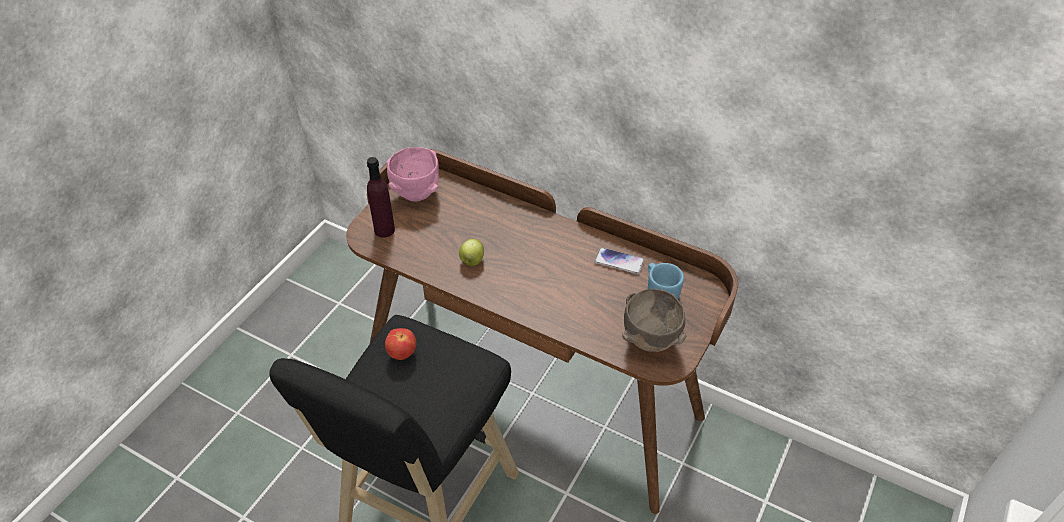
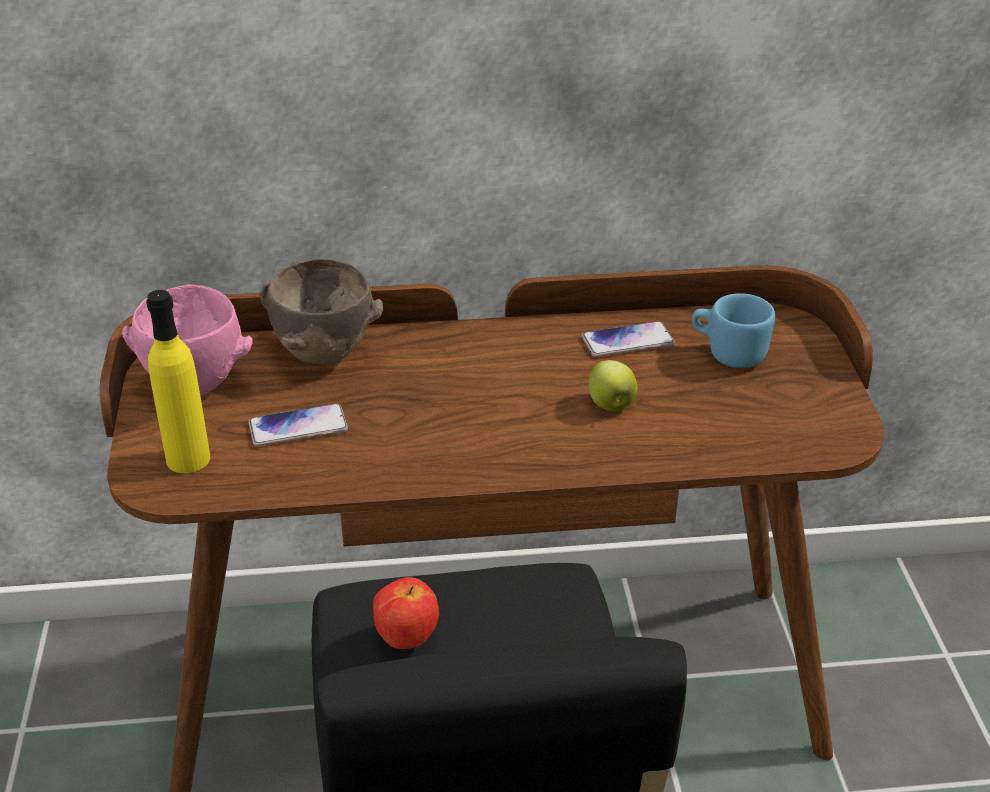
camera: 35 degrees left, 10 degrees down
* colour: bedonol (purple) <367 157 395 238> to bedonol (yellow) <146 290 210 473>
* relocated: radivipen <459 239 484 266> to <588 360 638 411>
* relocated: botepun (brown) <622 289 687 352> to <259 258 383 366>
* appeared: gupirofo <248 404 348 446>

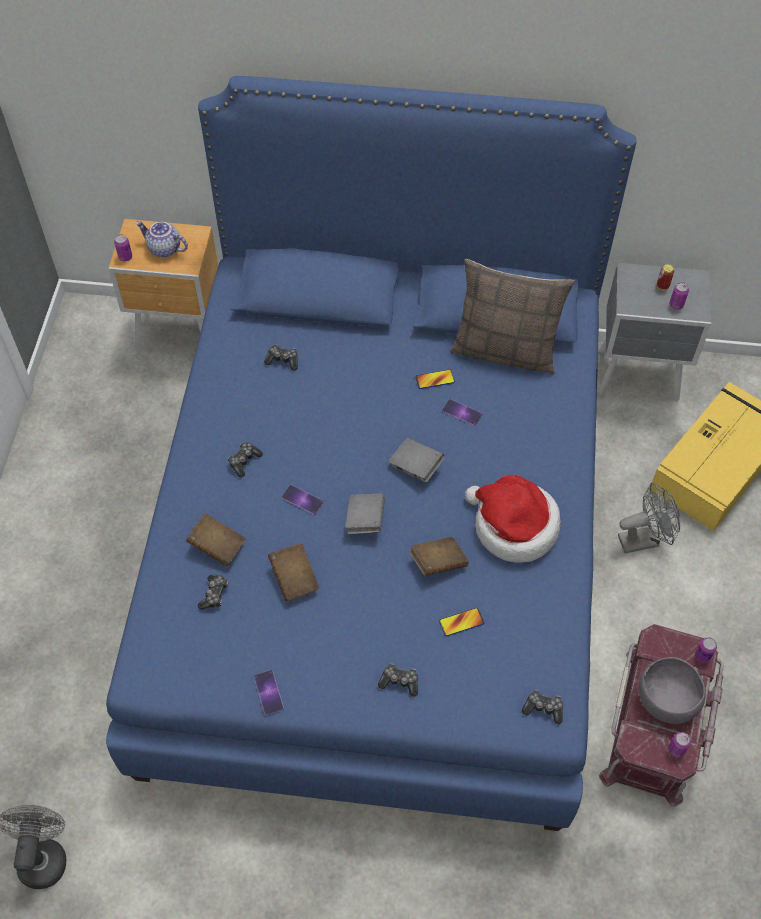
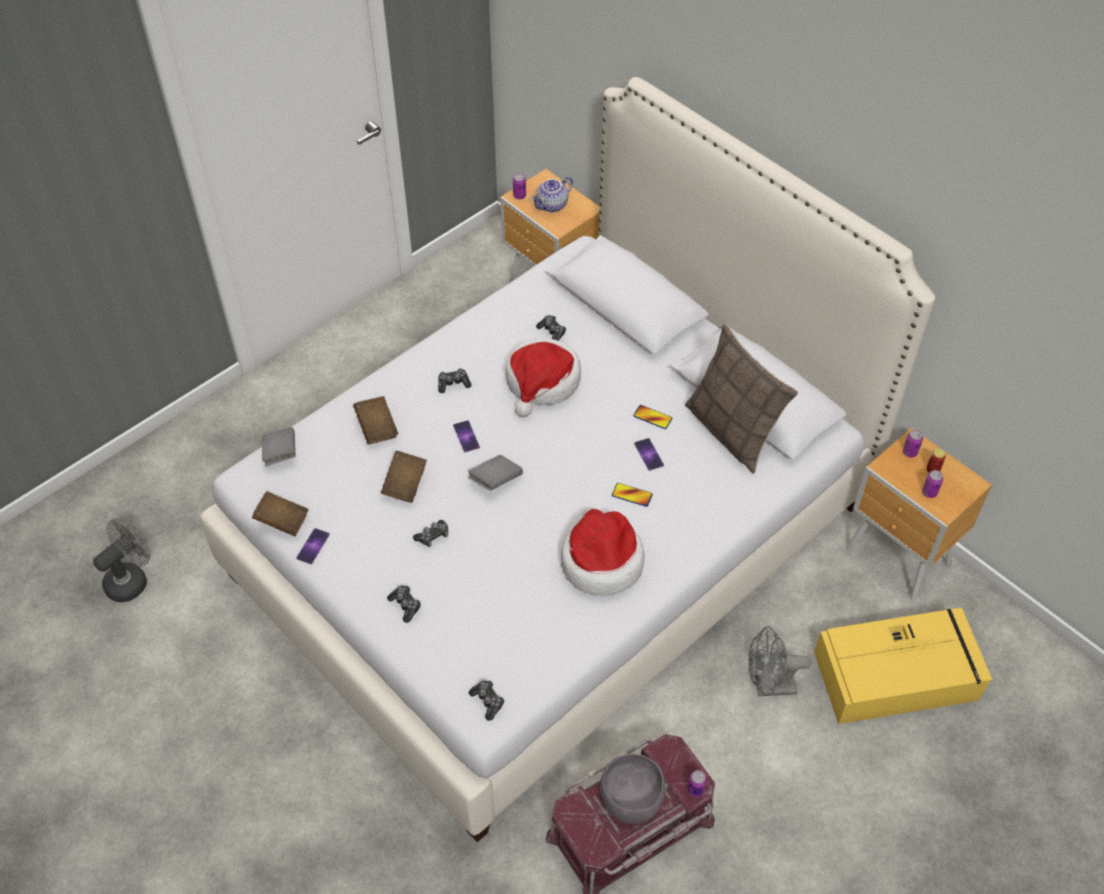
camera: 40 degrees right, 5 degrees down
* colour: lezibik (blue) <106 76 637 831> to lezibik (white) <201 77 935 842>
* spun: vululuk <136 221 188 257> = <531 176 573 212> 105 degrees counterclockwise
* colour: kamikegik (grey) <598 263 711 402> to kamikegik (brown) <846 428 992 601>
* relocated: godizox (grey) <389 438 445 482> to <262 427 296 466>
* spun: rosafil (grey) <618 483 680 553> = <748 627 811 696> 150 degrees clockwise
* relocated: godizox (brown) <410 537 469 576> to <252 491 309 536>
* relocated: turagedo <198 575 228 610> to <413 520 448 547>
* relocated: gupirofo <439 608 484 636> to <612 483 653 507>
* relocated: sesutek <668 732 691 757> to <903 430 923 458>
* appeared: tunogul <506 338 581 417>

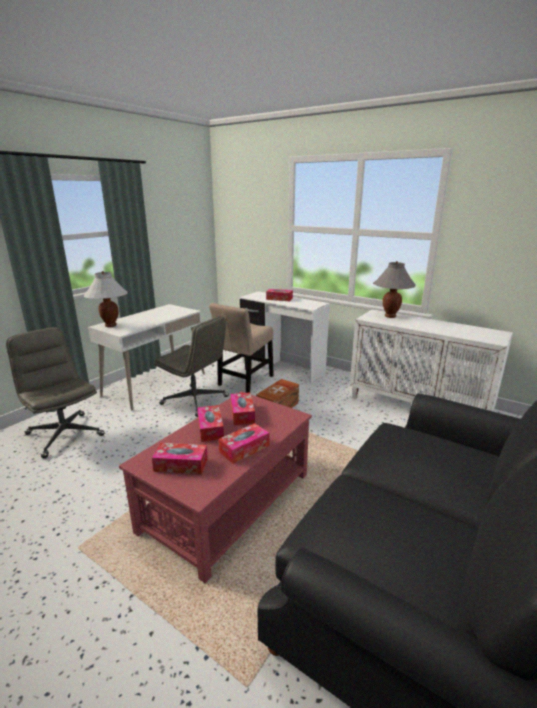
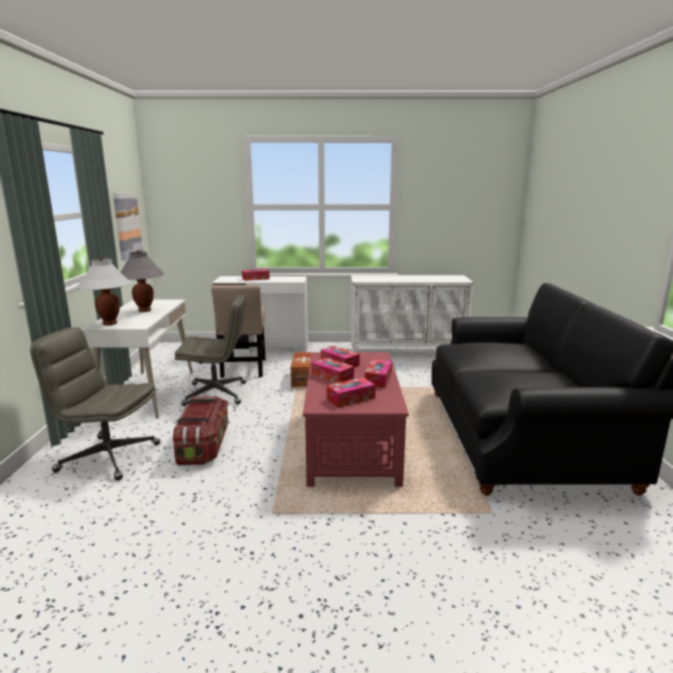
camera: 35 degrees left, 5 degrees down
* relocated: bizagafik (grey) <373 261 416 318> to <120 250 164 312>
* appeared: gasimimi <113 192 143 260>
* appeared: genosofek <173 395 228 465>

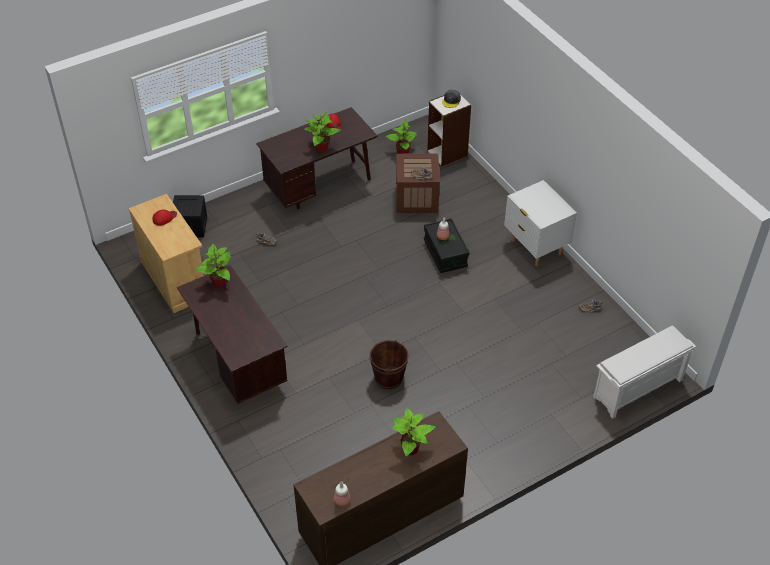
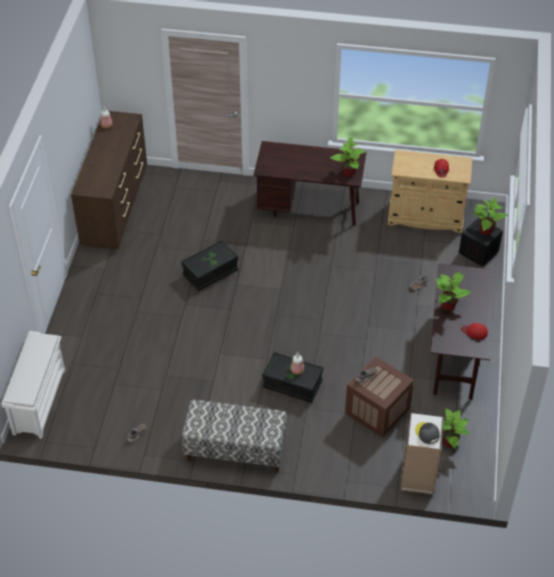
camera: 130 degrees right, 0 degrees up
* exchanged: kamikegik (white) <504 180 577 266> to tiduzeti <182 400 287 473>
* exchanged: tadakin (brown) <370 340 408 389> to genosofek (black) <181 240 238 291>
* relocated: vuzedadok <391 408 436 456> to <472 198 508 235>

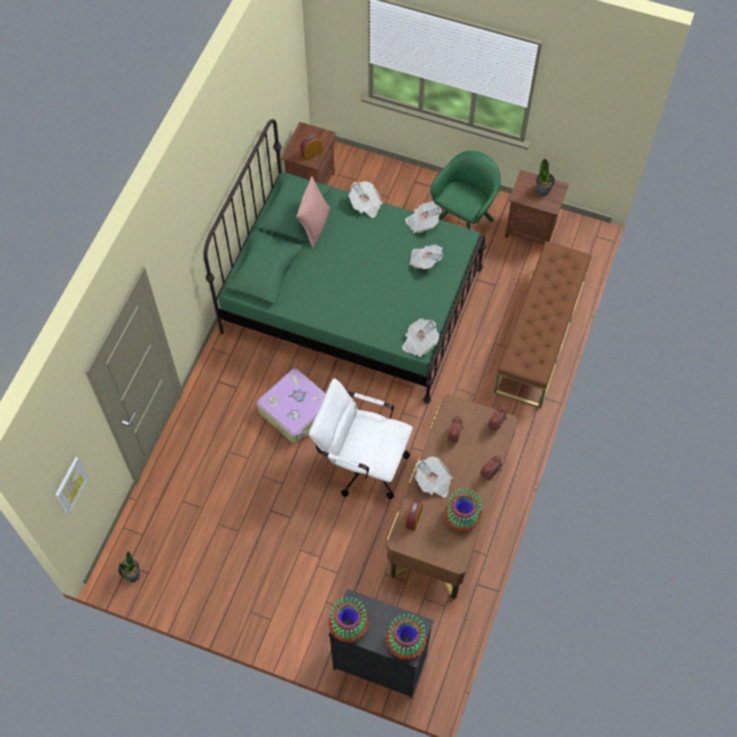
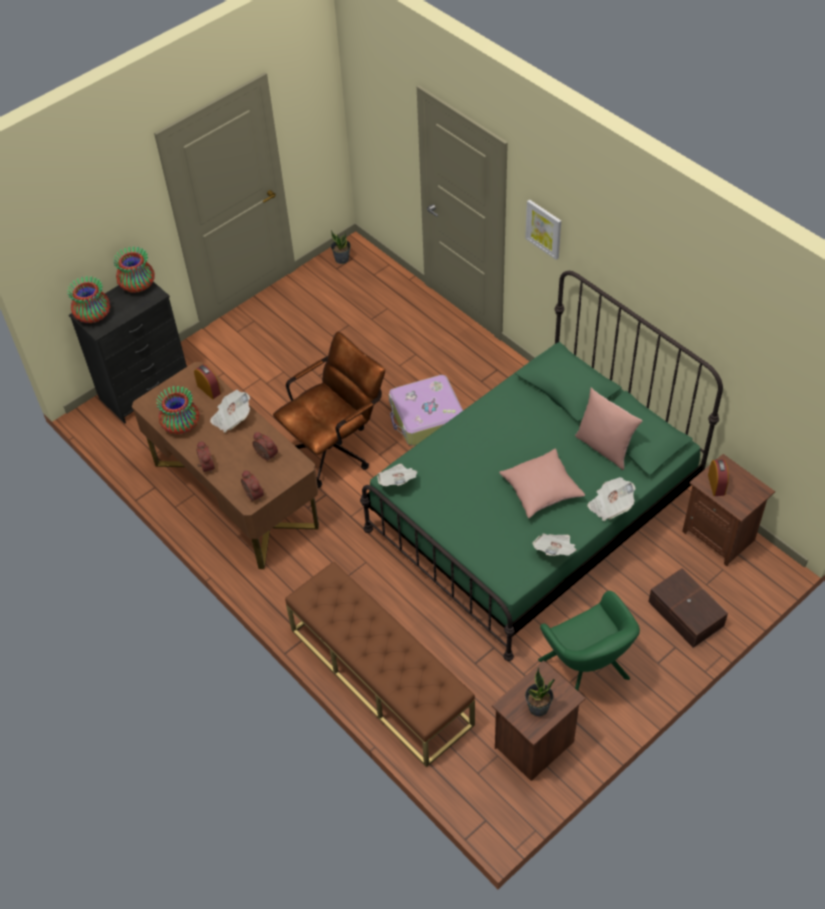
camera: 120 degrees right, 10 degrees down
* missing: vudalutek <409 244 443 269>
* colour: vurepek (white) <309 378 413 499> to vurepek (brown) <273 332 385 488>
* relocated: gasimimi <55 457 89 515> to <525 199 561 260>
* appeared: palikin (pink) <499 449 585 518>
* appeared: genosofek (brown) <648 568 728 648>

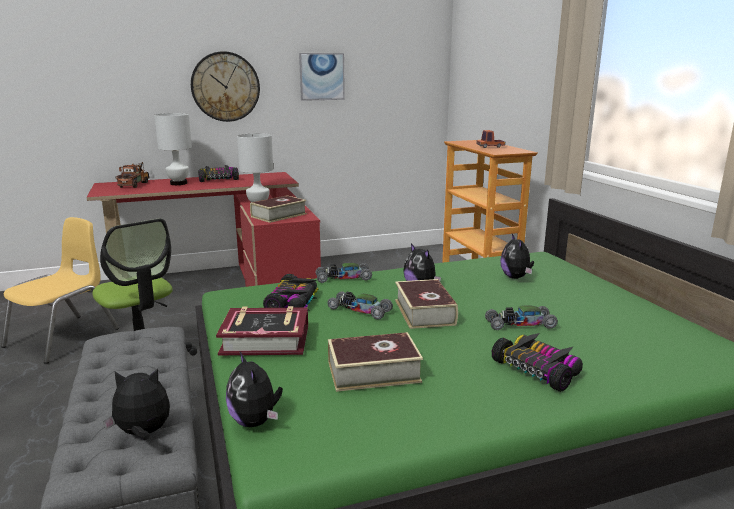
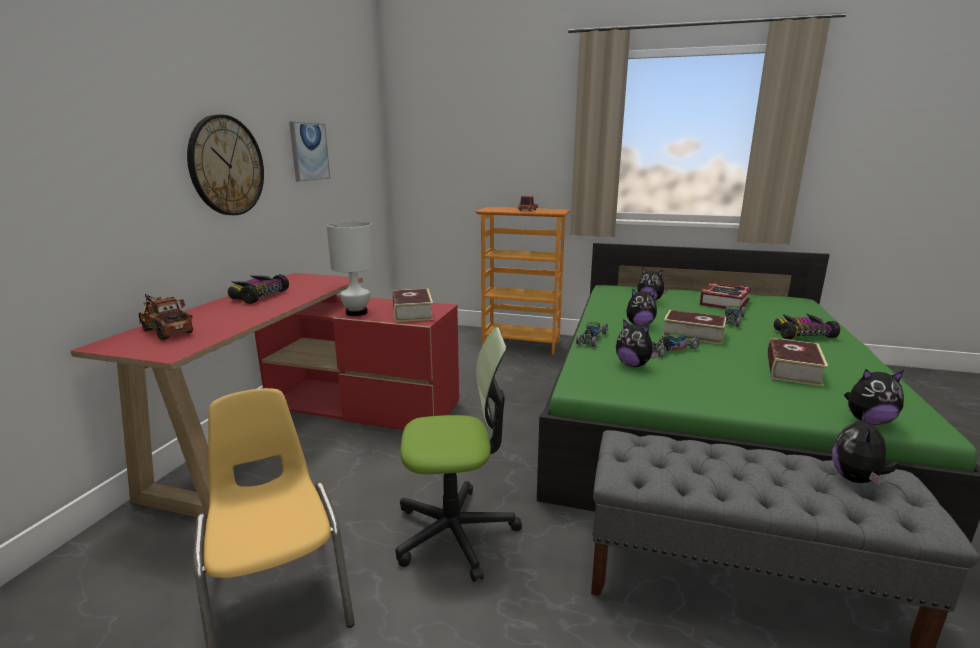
camera: 55 degrees left, 0 degrees up
* missing: bizagafik (white) <154 113 192 185>
* exchanged: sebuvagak <263 274 319 311> to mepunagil <616 319 659 367>
* relocated: godizox <216 306 308 355> to <700 282 752 311>

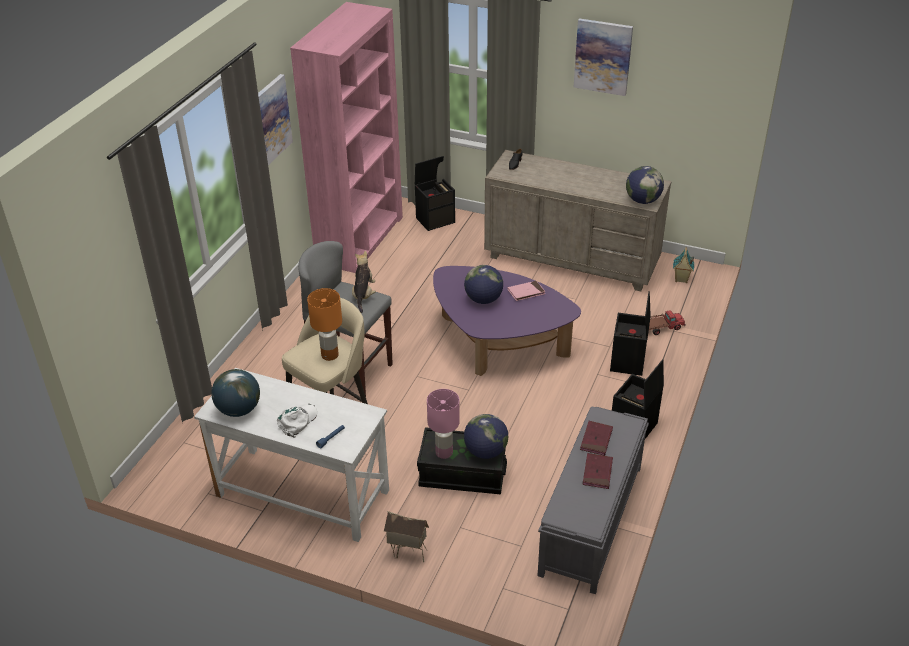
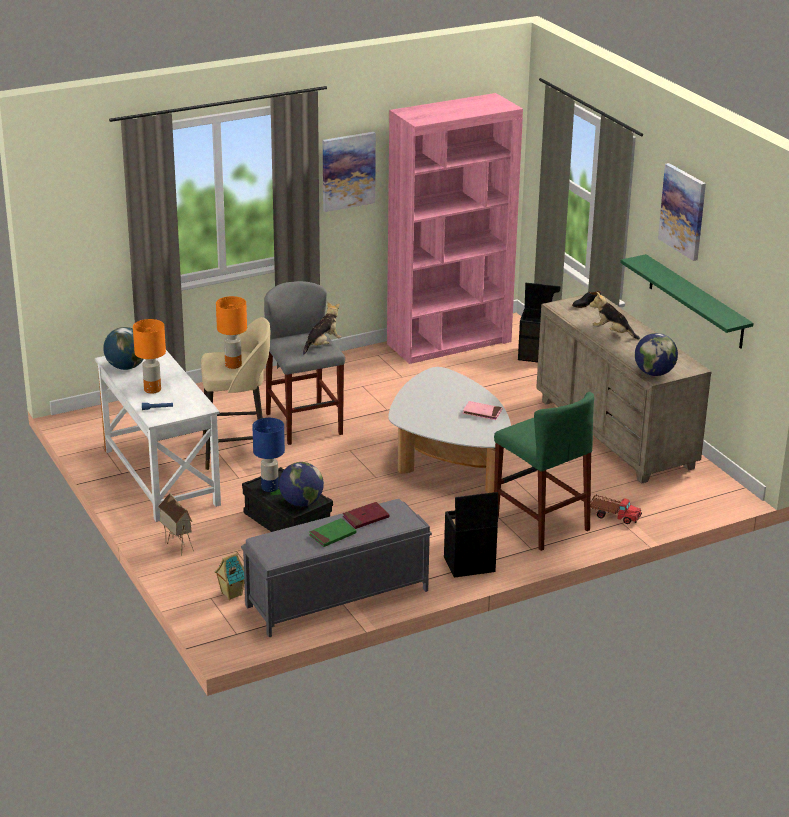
camera: 40 degrees right, 10 degrees down
* relocated: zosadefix <673 247 694 283> to <214 553 244 600>
* missing: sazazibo <464 265 503 304>
* colour: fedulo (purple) <433 266 581 376> to fedulo (white) <388 367 511 493>
* exchanged: genosofek (black) <610 291 651 376> to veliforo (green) <494 392 594 551>
* colour: bizagafik (pink) <427 389 460 459> to bizagafik (blue) <252 418 285 492>
* exchanged: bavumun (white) <277 404 317 438> to bizagafik (orange) <133 319 166 394>
* colour: godizox (red) <582 453 613 489> to godizox (green) <309 518 356 547>
* appeared: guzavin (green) <620 254 754 349>
* appeared: mepunagil <590 291 640 340>

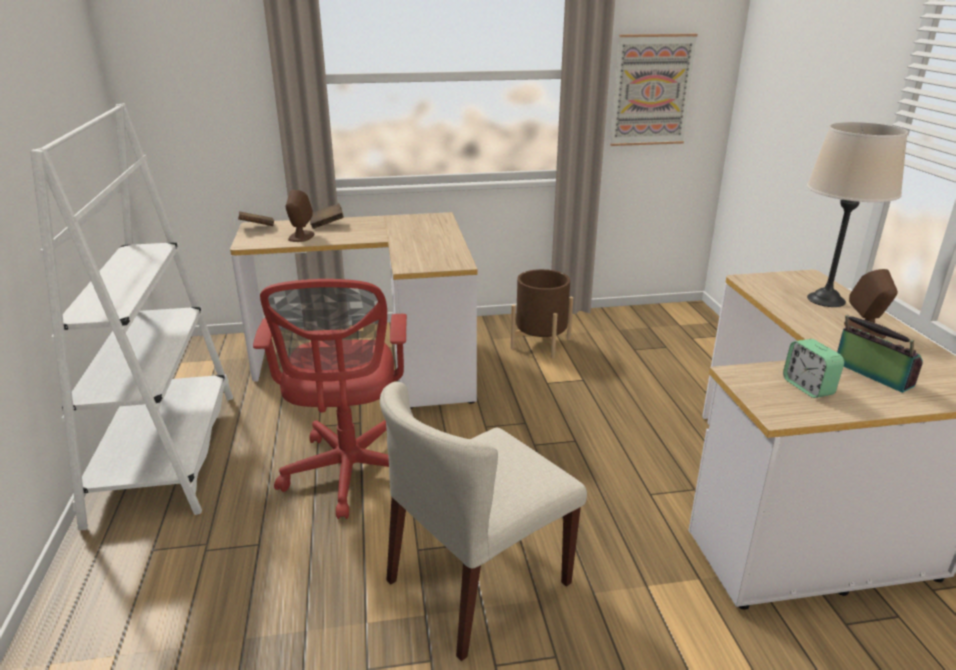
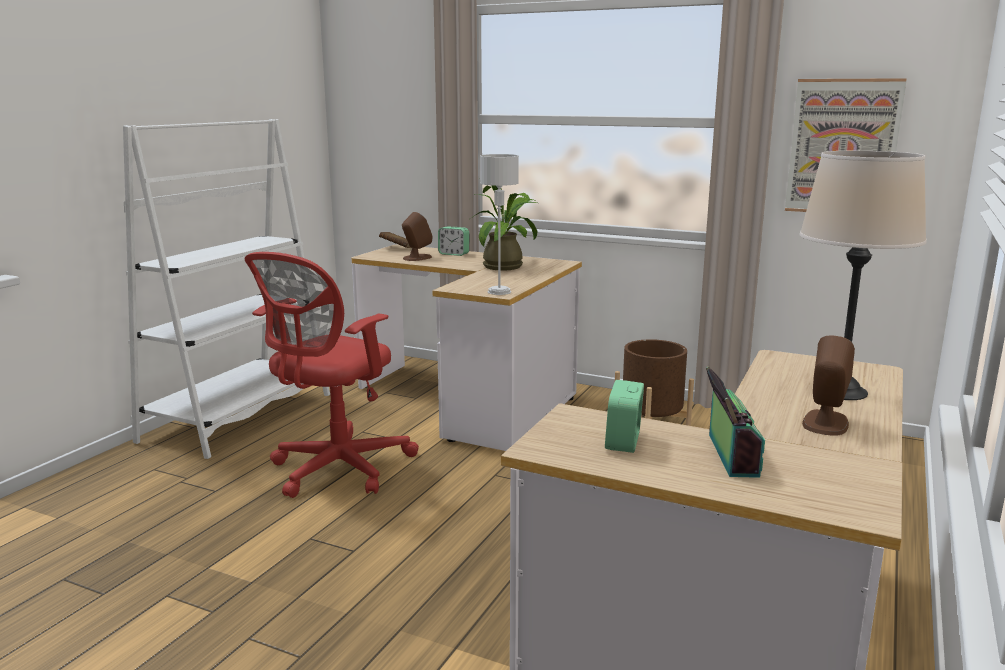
camera: 35 degrees right, 10 degrees down
* exchanged: godizox (brown) <310 203 344 229> to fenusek <438 226 469 256>
* missing: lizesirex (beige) <380 382 587 661>
* appeared: bizagafik (grey) <480 154 519 295>
* appeared: vuzedadok <470 185 537 271>

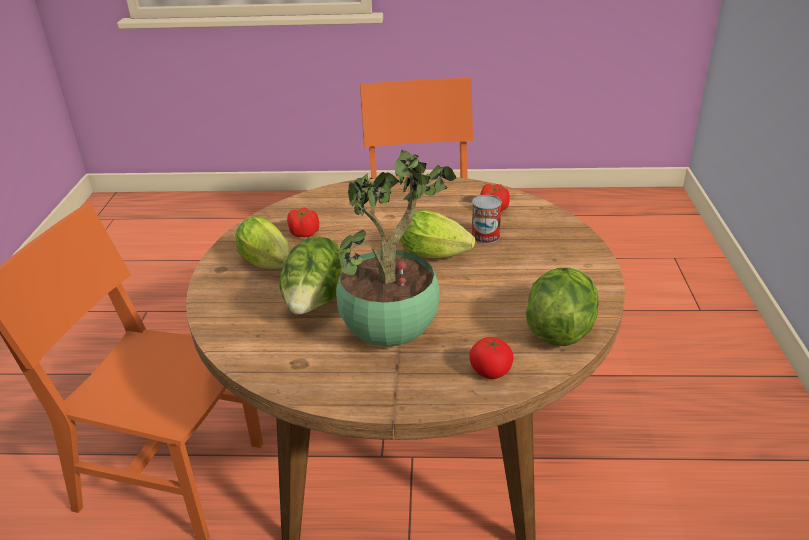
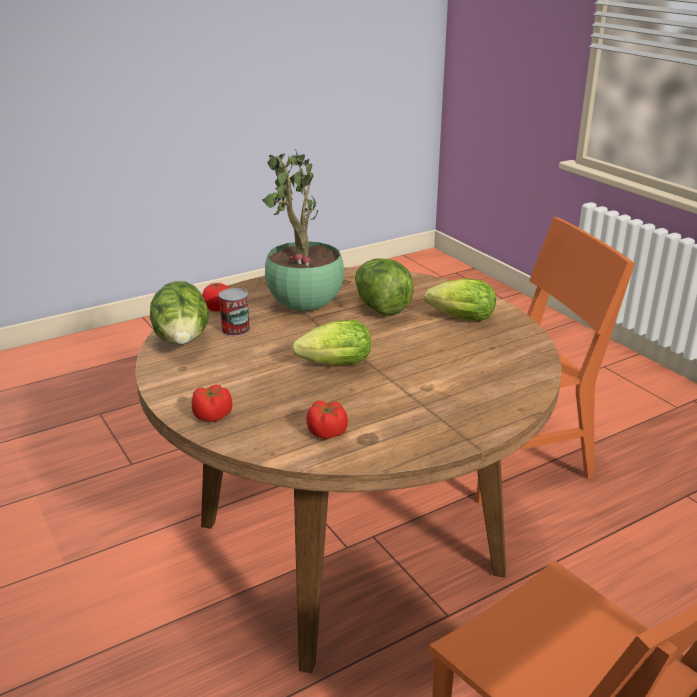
camera: 145 degrees right, 5 degrees down
* relocated: sesutek <472 195 502 244> to <219 288 250 336>
* relocated: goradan <287 207 319 237> to <192 385 232 422>

